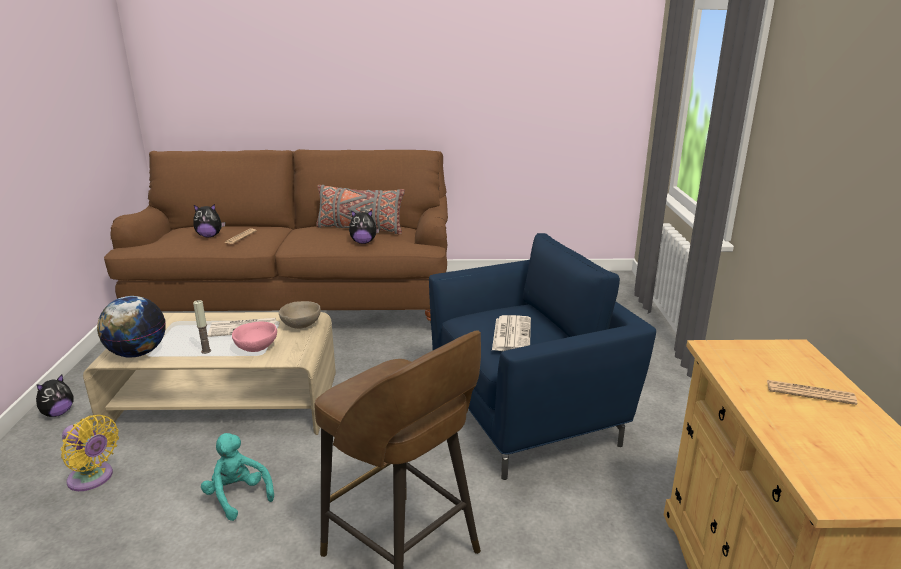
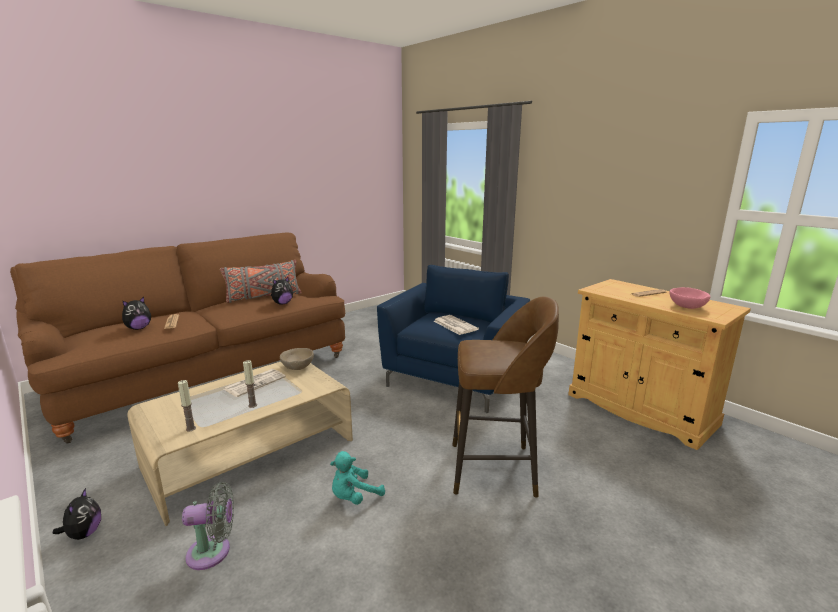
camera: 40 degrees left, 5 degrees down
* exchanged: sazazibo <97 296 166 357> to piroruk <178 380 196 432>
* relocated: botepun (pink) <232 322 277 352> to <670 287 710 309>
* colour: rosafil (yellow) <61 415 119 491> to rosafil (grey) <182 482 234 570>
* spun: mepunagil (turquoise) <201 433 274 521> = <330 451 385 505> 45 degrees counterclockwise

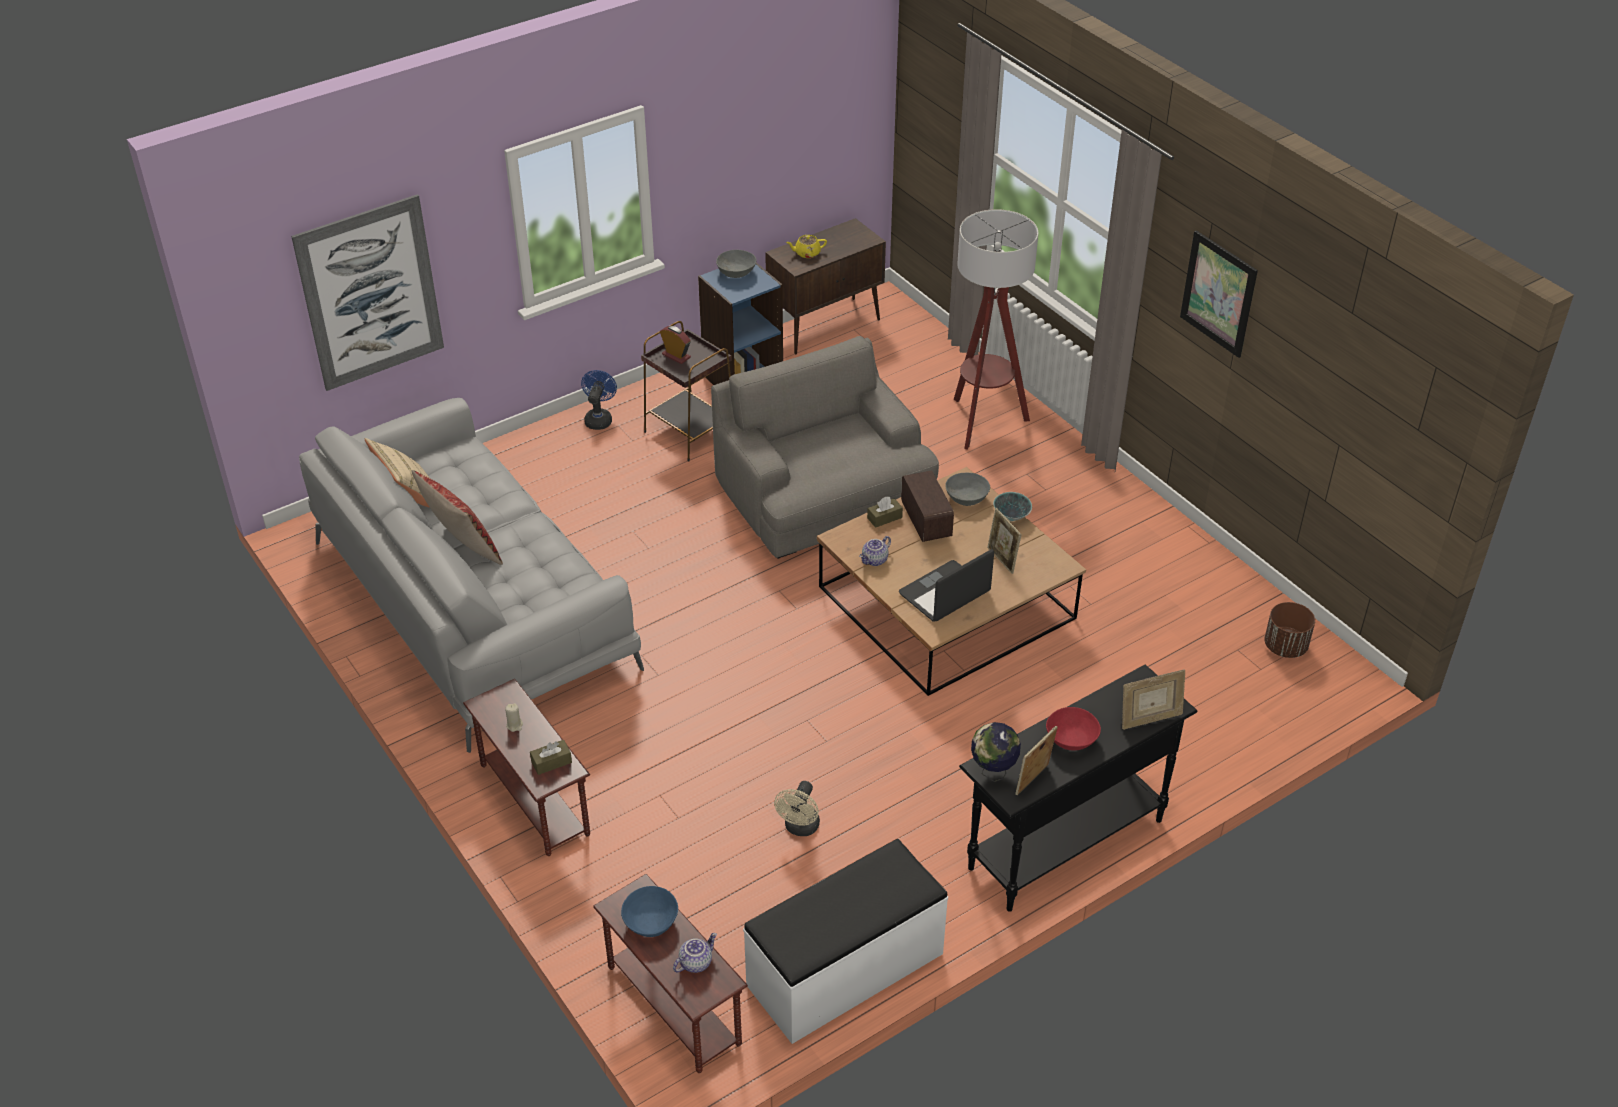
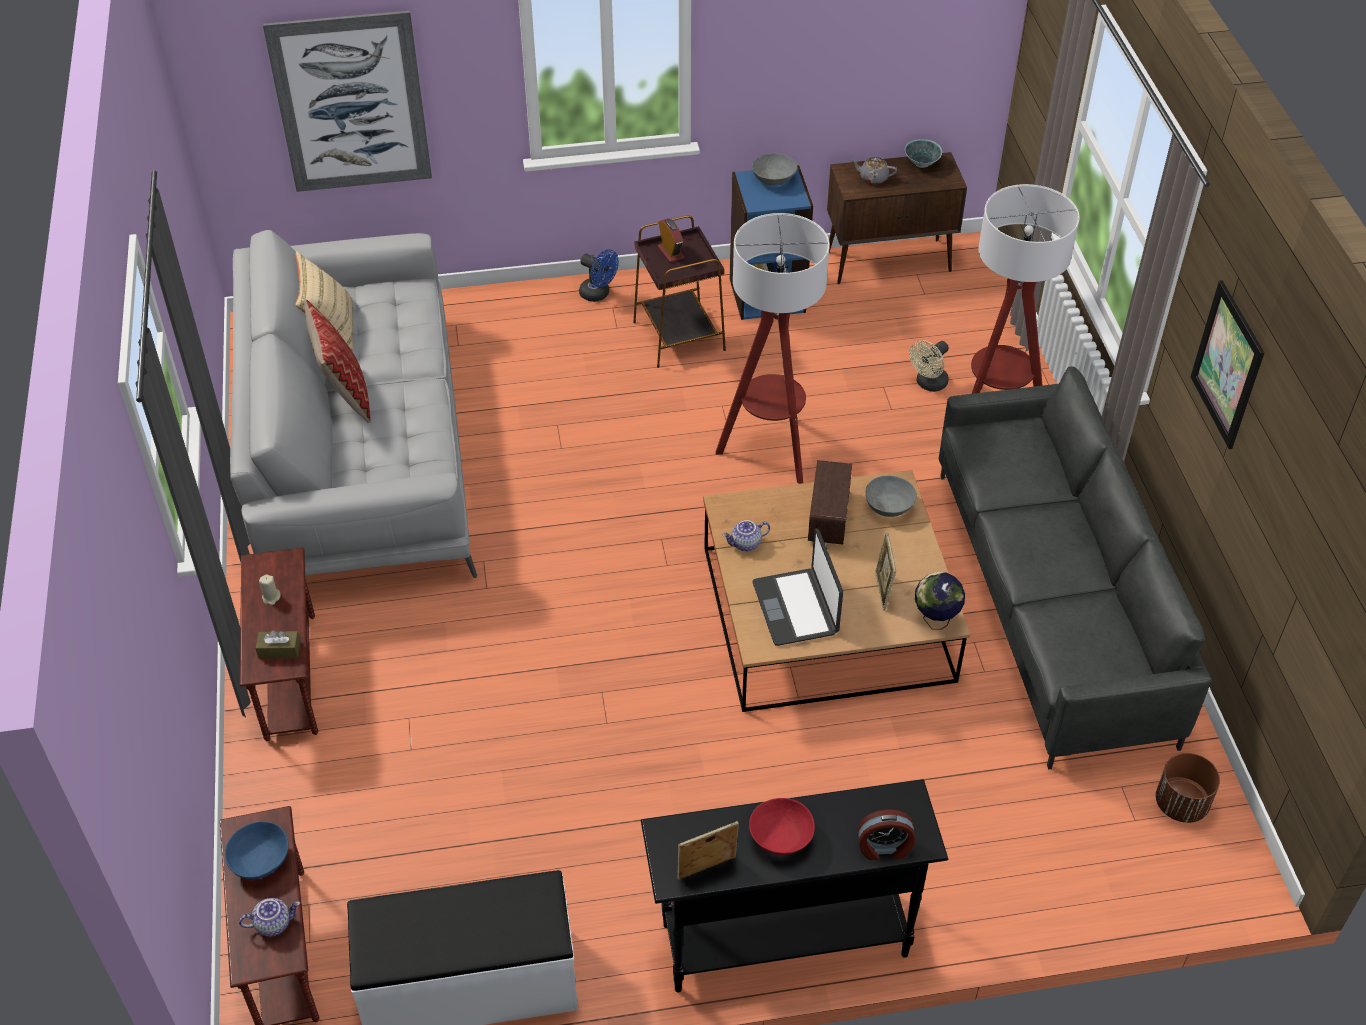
camera: 25 degrees right, 5 degrees up
* colour: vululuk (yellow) <786 235 827 258> to vululuk (grey) <851 157 897 184>
* exchanged: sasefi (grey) <711 336 939 559> to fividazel <715 213 830 484>
* spun: rosafil (blue) <581 370 617 430> = <579 249 619 302> 90 degrees clockwise
* relocated: botepun <993 492 1032 521> to <905 139 942 168>
* missing: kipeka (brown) <867 497 903 528>
* spun: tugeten <899 549 994 622> = <752 528 843 646> 90 degrees counterclockwise
* exchanged: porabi <1122 669 1185 730> to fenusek <858 809 915 860>
* relocated: sazazibo <971 722 1021 782> to <915 572 965 630>
* relocated: rosafil (beige) <774 781 820 836> to <909 340 949 392>
* appeared: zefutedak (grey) <939 366 1212 769>

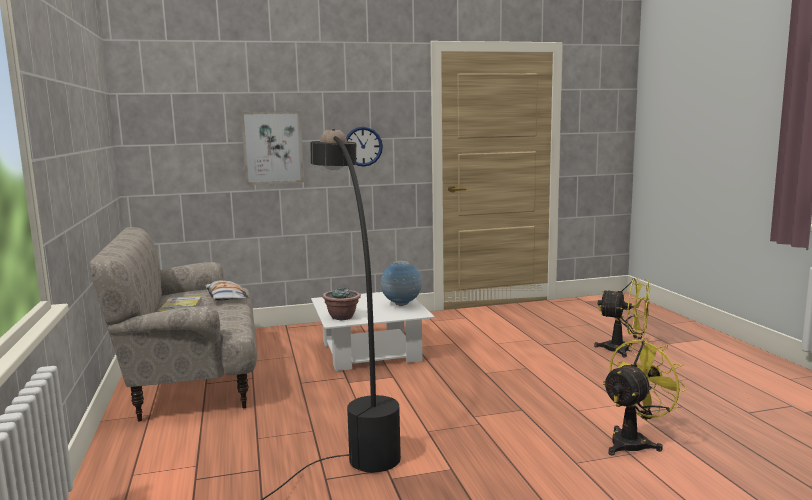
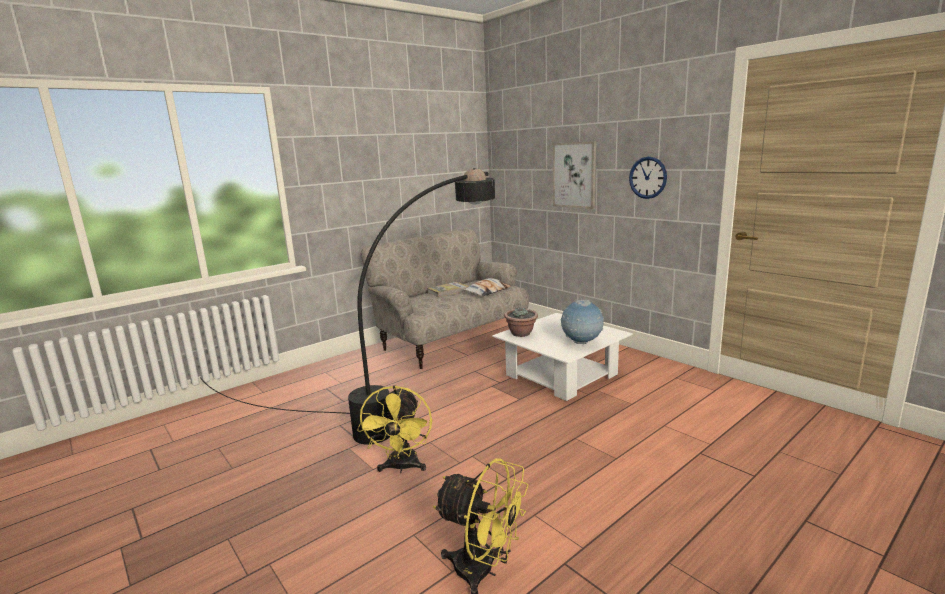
camera: 65 degrees right, 5 degrees up
* relocated: rosafil (yellow) <594 278 650 358> to <357 385 432 473>

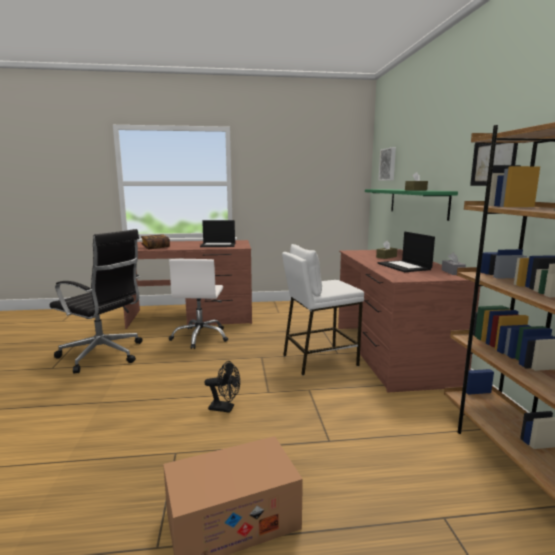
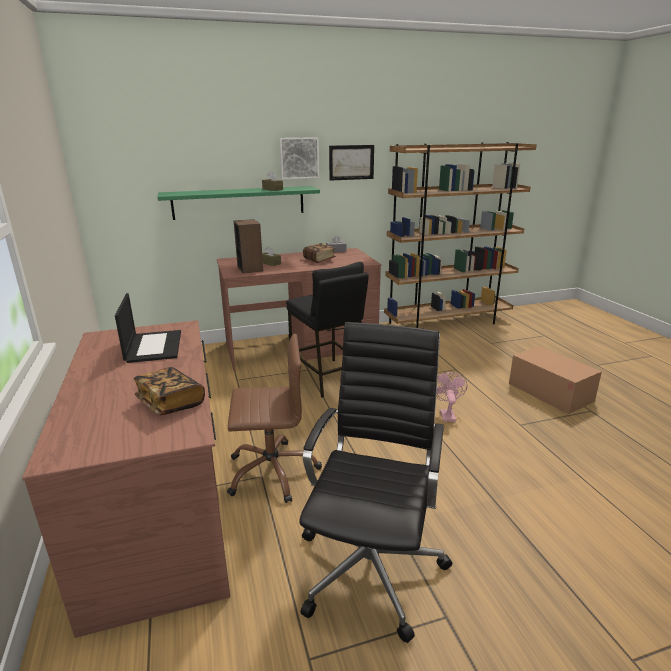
camera: 100 degrees left, 10 degrees up
* relocated: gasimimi <378 147 396 181> to <279 137 319 180>
* exchanged: tugeten <377 232 435 272> to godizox <303 243 336 263>
* colour: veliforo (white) <282 244 364 376> to veliforo (black) <286 262 369 398>
* colour: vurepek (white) <169 259 228 349> to vurepek (brown) <227 334 322 503>
* colour: rosafil (black) <204 361 240 413> to rosafil (pink) <436 372 467 422>
* appeared: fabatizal <234 219 263 273>

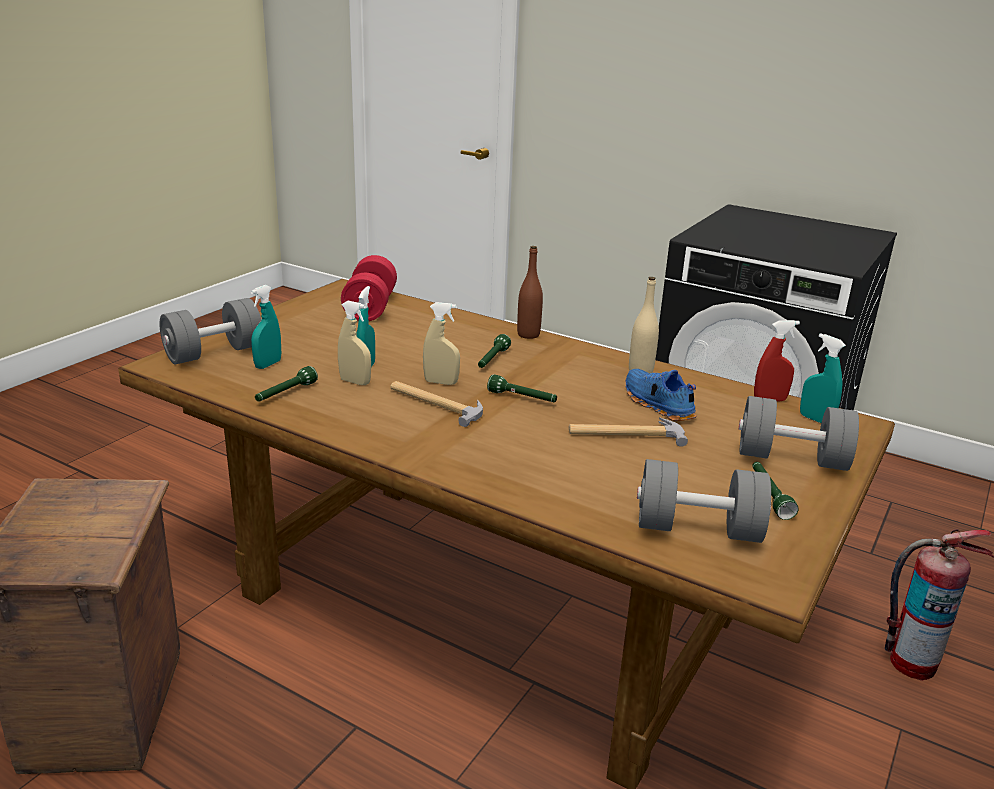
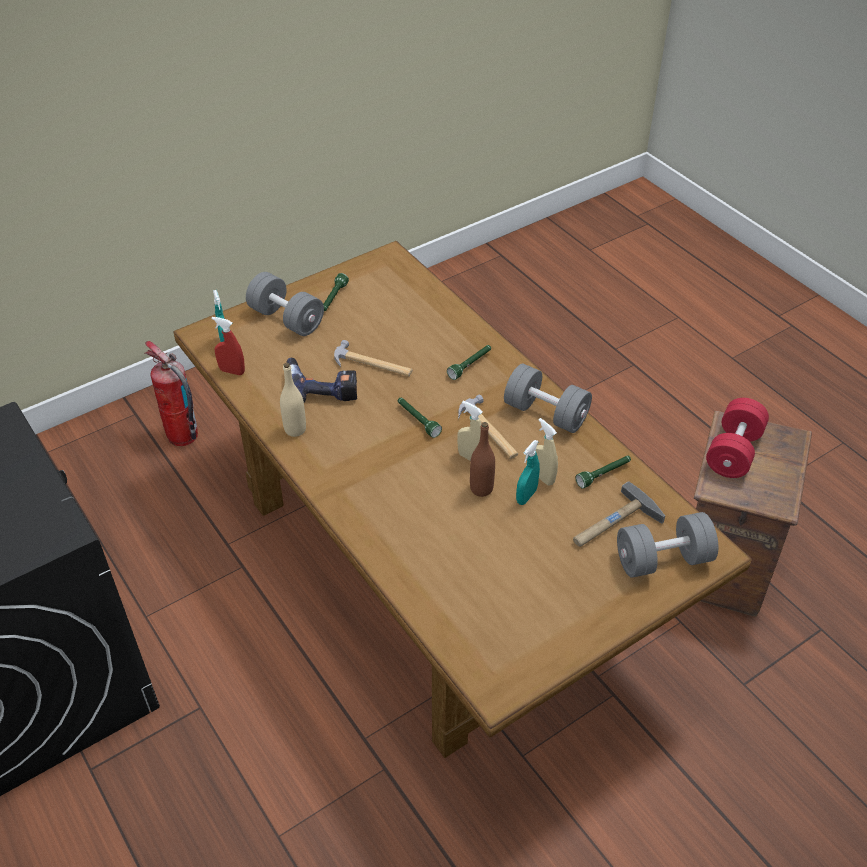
camera: 155 degrees left, 20 degrees up
* relocated: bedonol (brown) <517 246 543 339> to <470 422 495 497>
* relocated: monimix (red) <341 255 397 321> to <706 398 769 478>
* exchanged: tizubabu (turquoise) <251 285 281 369> to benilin <573 481 665 547>
* relocated: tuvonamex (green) <478 334 511 368> to <447 345 491 380>
* exchanged: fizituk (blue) <625 369 696 421> to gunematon <286 358 357 402>
* relocated: monimix (grey) <637 459 771 543> to <504 363 592 433>

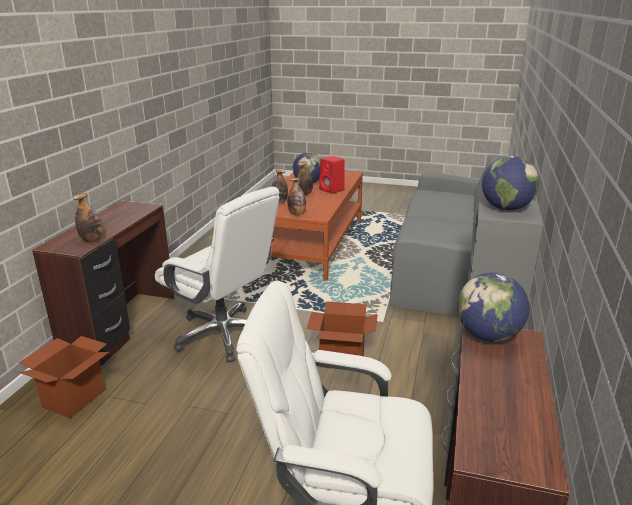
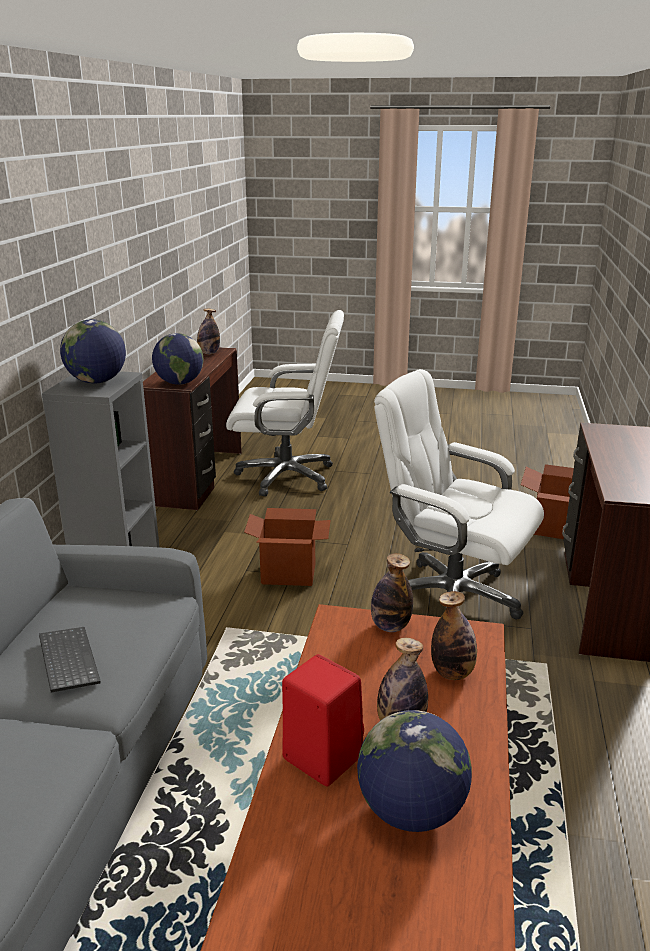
camera: 175 degrees right, 0 degrees up
* relocated: bedonol <73 193 103 242> to <197 309 220 354>
* appeared: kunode <39 627 101 692>

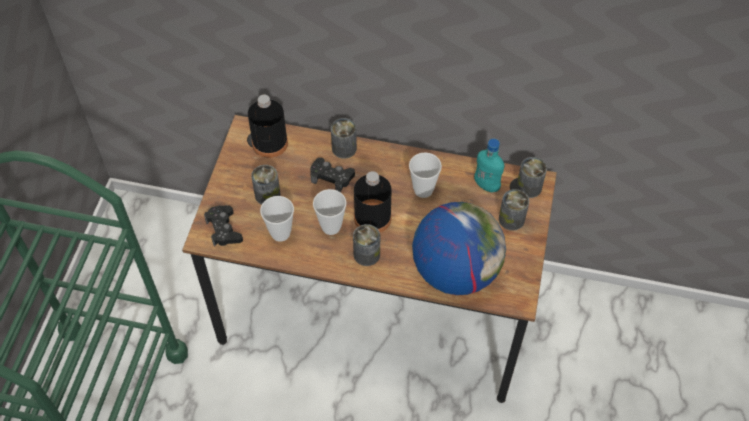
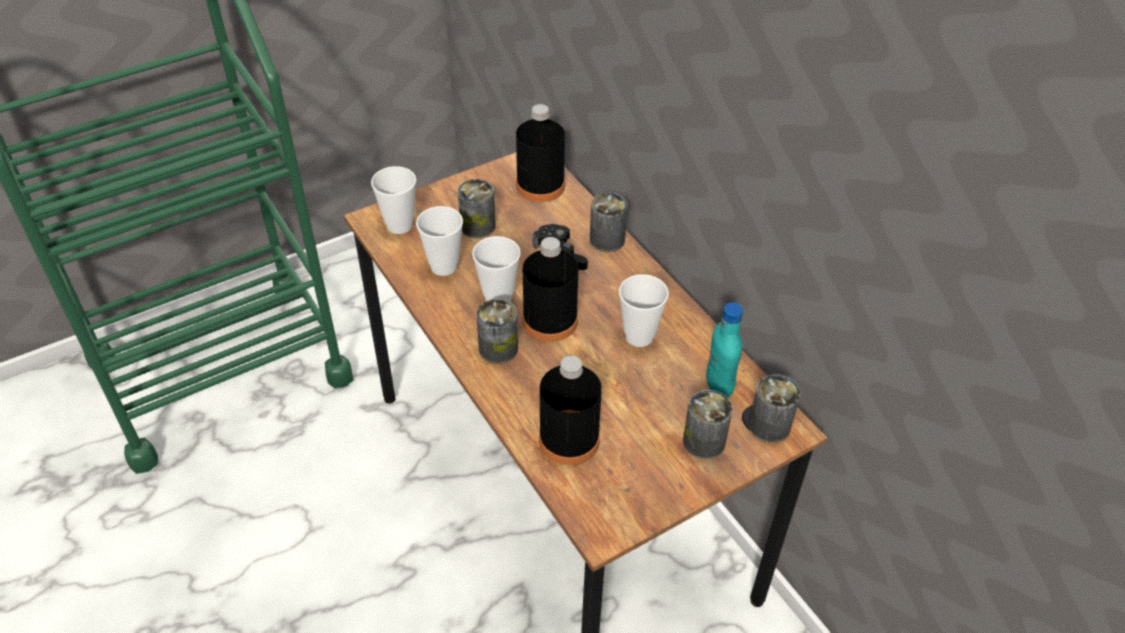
camera: 45 degrees right, 10 degrees down
* exchanged: sazazibo <412 202 506 295> to bedonol (black) <539 356 602 465>
* exchanged: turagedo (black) <204 205 243 246> to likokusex <371 166 416 234>

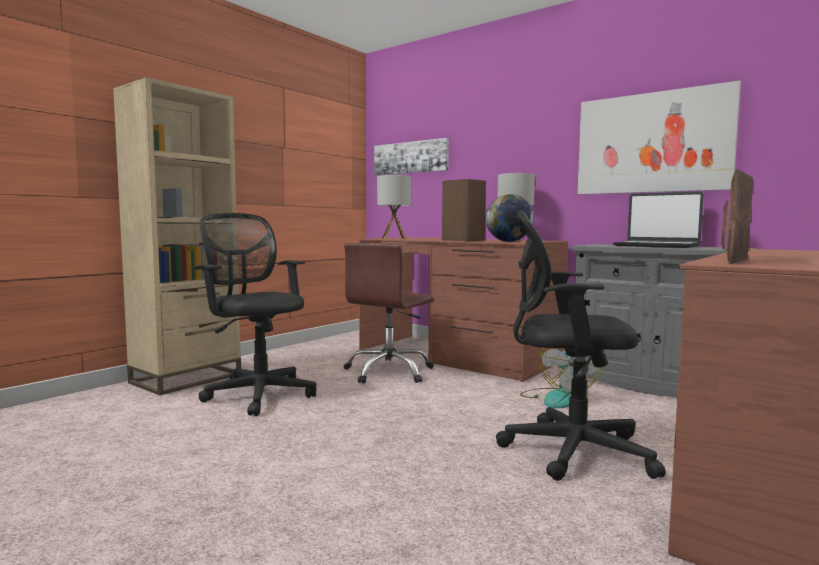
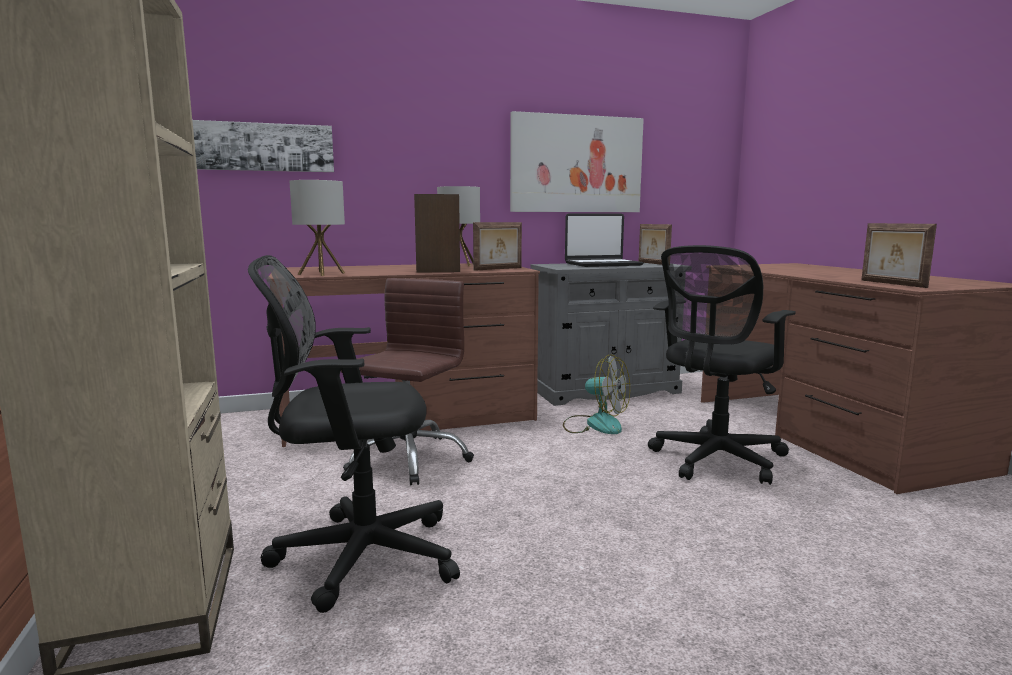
camera: 55 degrees left, 5 degrees up
* exchanged: sazazibo <486 194 534 242> to porabi <473 222 522 271>
* spun: vurepek (brown) <344 243 434 384> = <341 278 474 485> 135 degrees counterclockwise

